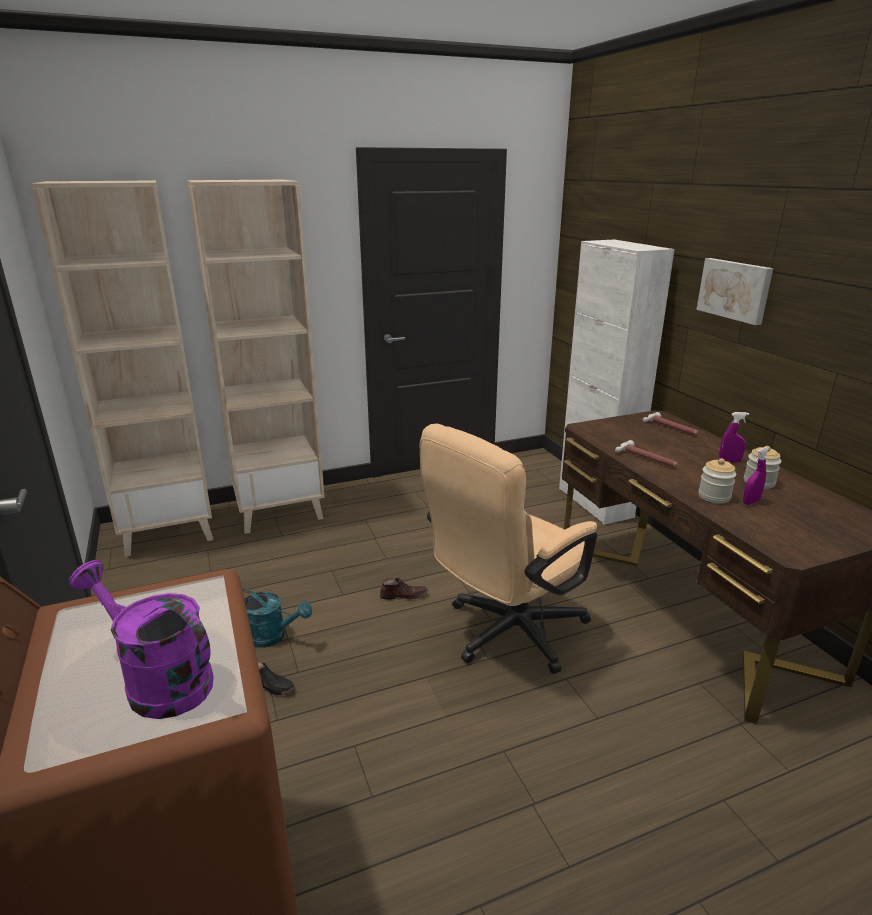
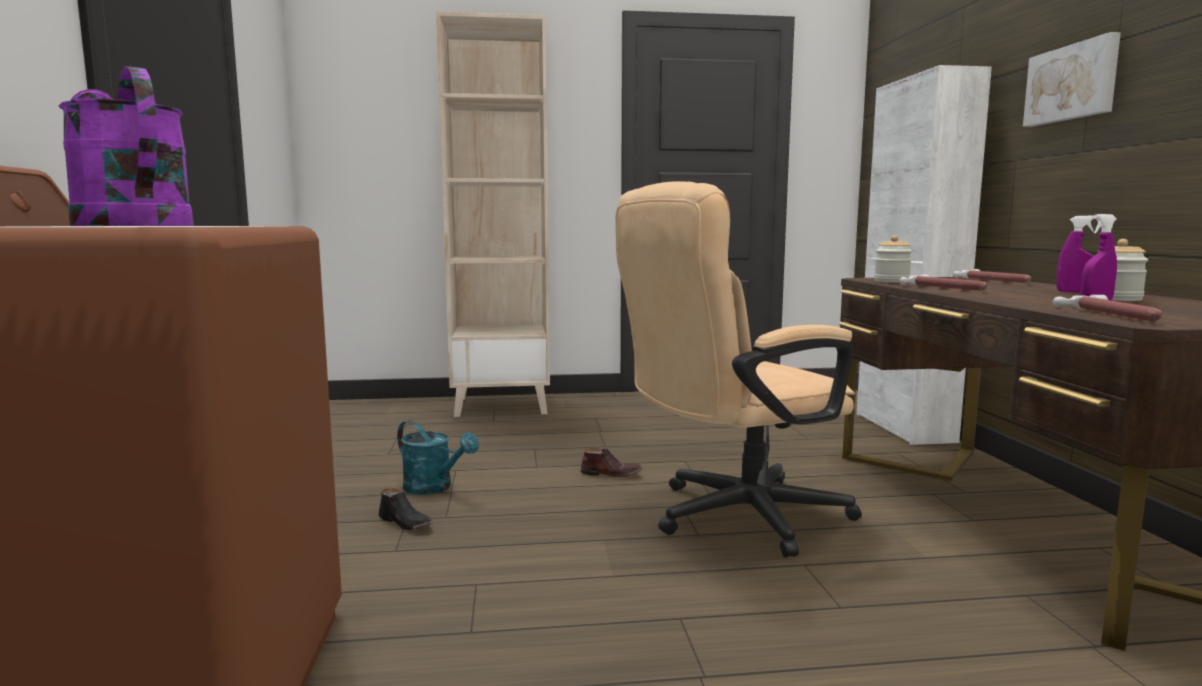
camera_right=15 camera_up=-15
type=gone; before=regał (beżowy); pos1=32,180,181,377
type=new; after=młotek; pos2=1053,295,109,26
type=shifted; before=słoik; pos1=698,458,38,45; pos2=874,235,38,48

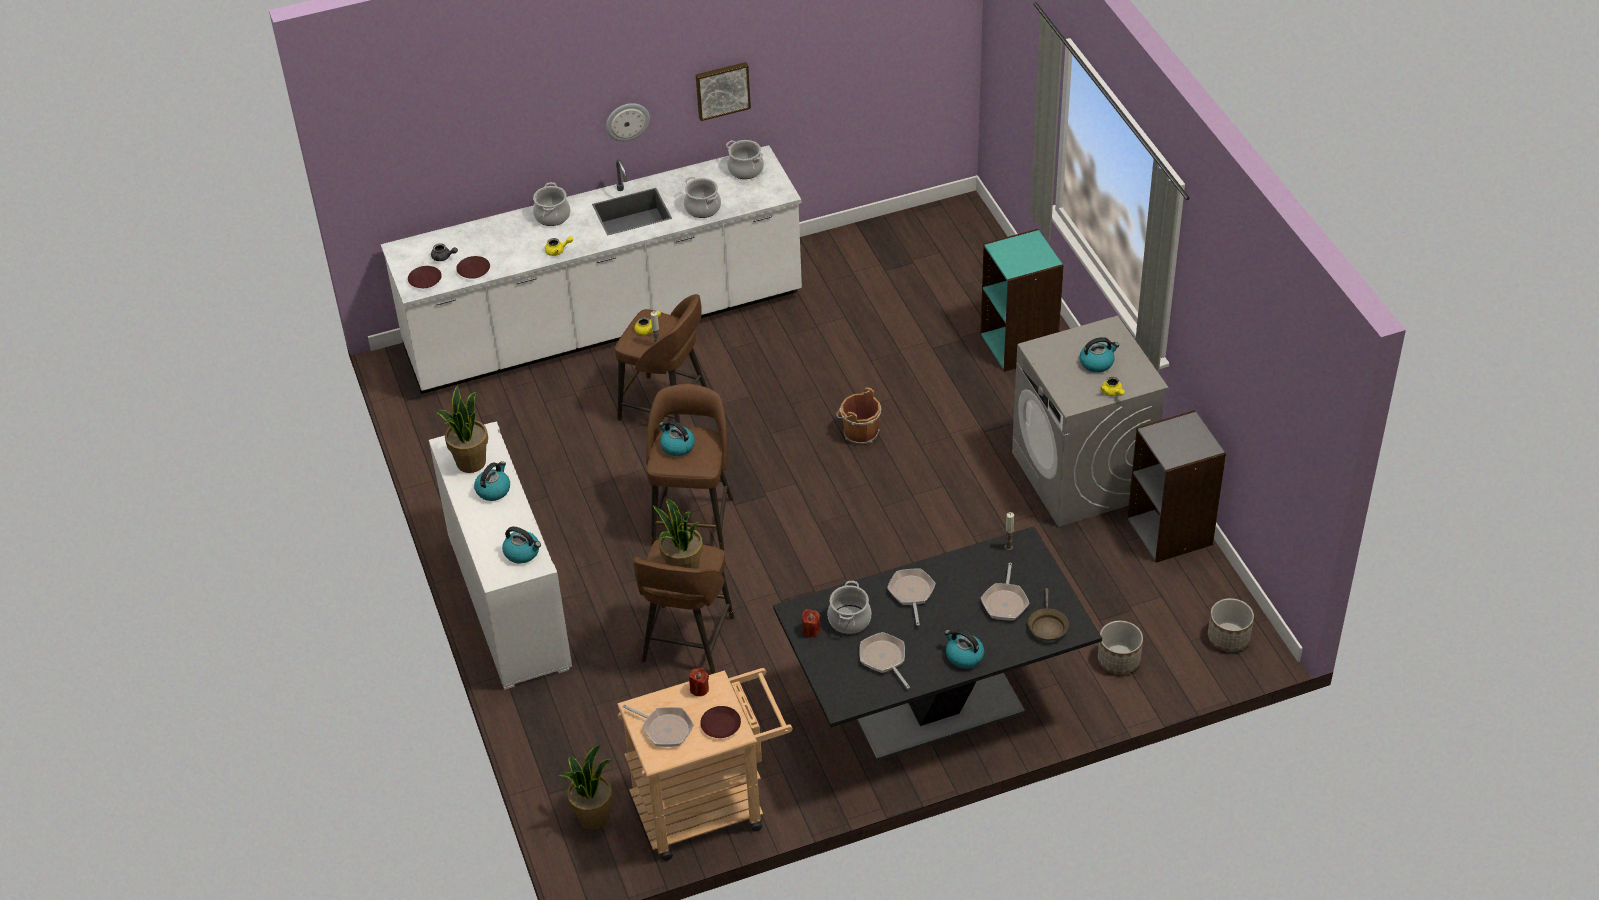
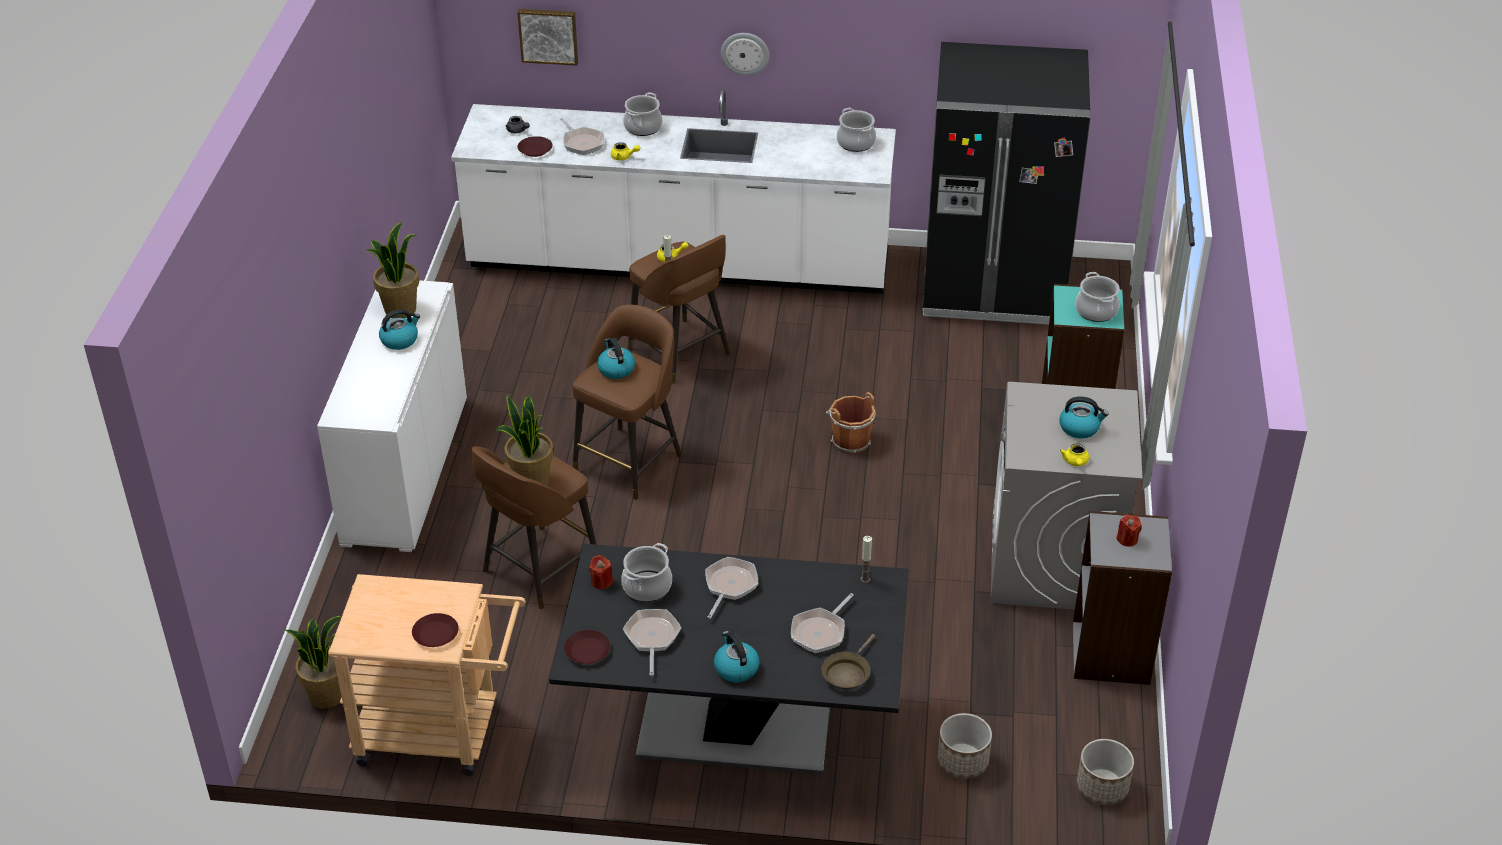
camera_right=25 camera_up=-5
type=gone; before=czajnik; pos1=502,527,39,36
type=new; after=lodówka (czarny); pos2=922,42,168,282
type=shifted; before=talerz (brązowy); pos1=408,266,34,22; pos2=564,630,46,34
type=shifted; before=patelnia; pos1=622,705,72,42; pos2=560,118,44,37
type=shifted; before=garnek; pos1=684,177,37,41; pos2=1075,272,45,50
type=shifted; before=świeca (czerwony); pos1=689,668,20,28; pos2=1116,515,26,32
type=shifted; before=obraz; pos1=696,62,55,59; pos2=517,9,61,57

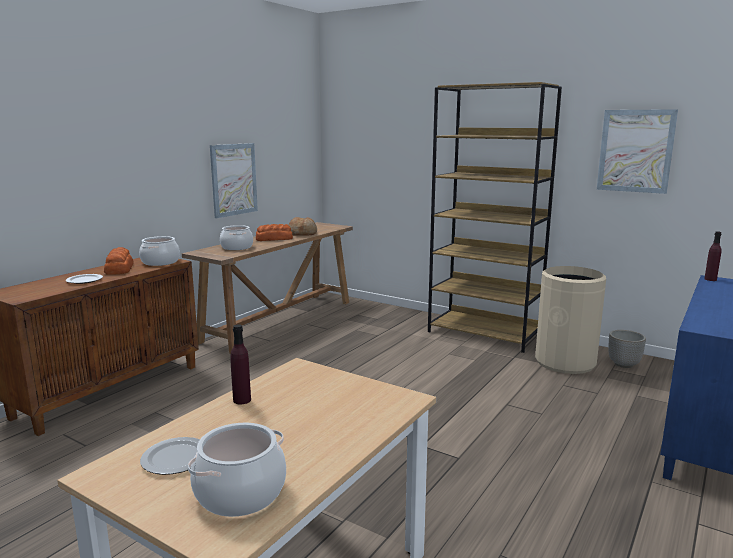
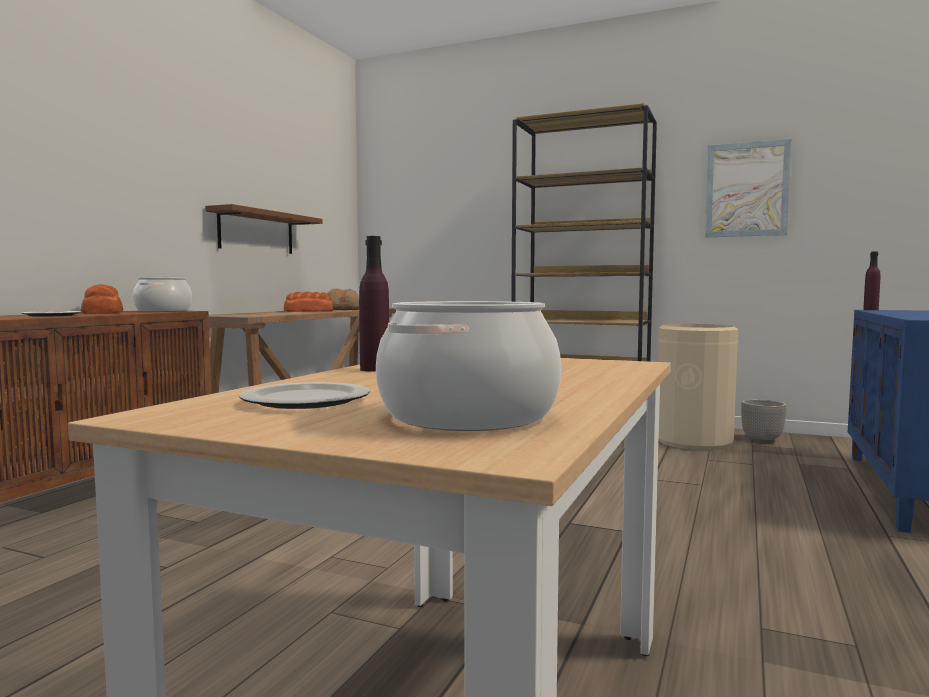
camera_right=-10 camera_up=-10
type=gone; before=garnek; pos1=220,225,33,25
type=swapped; before=obraz; after=półka (brązowy); pos1=210,143,48,75; pos2=205,204,117,50

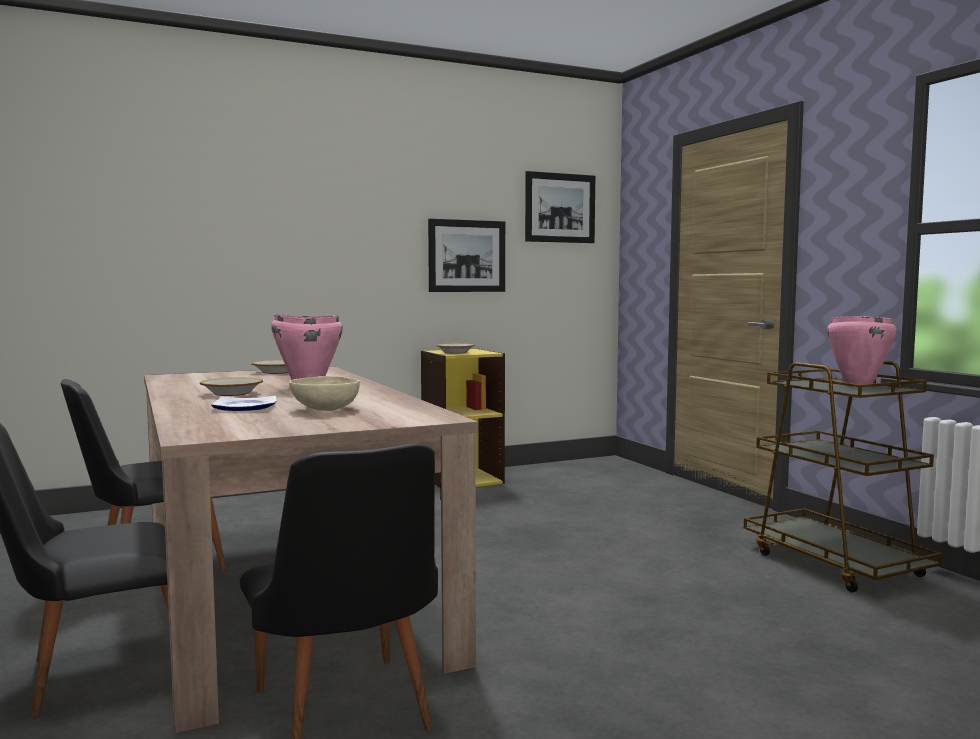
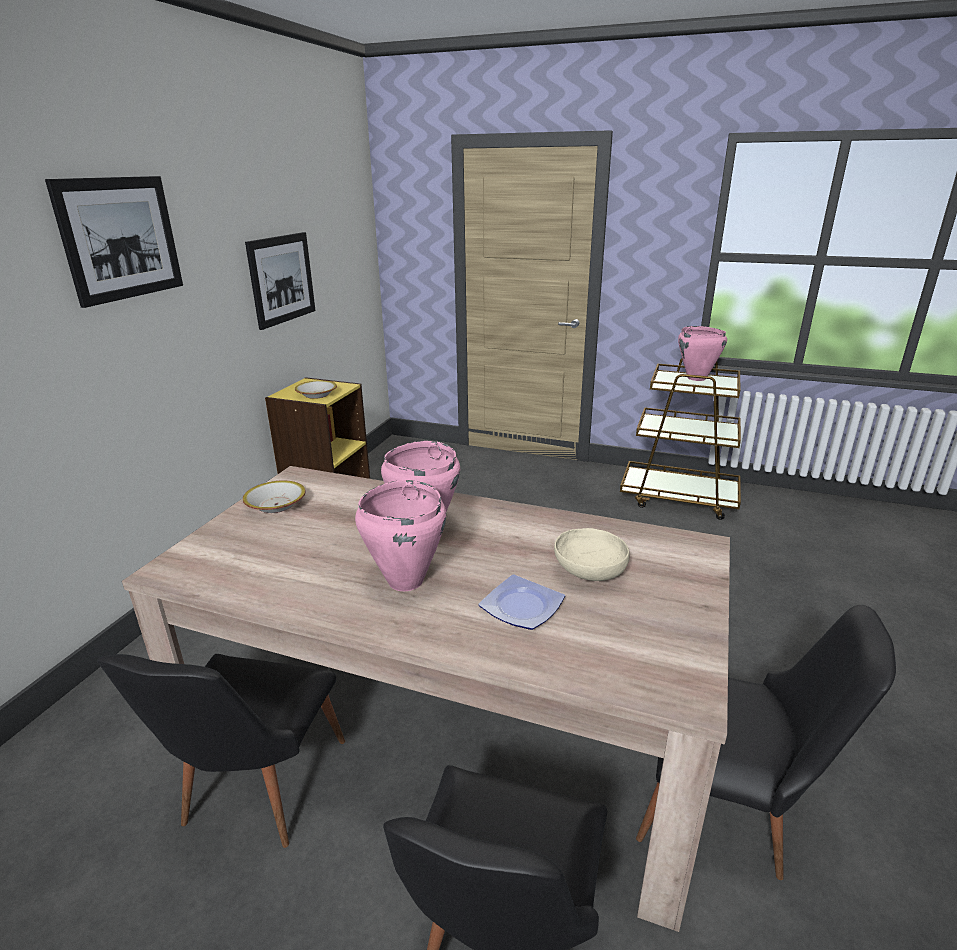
camera_right=-45 camera_up=20
type=shifted; before=obraz; pos1=525,171,70,72; pos2=45,176,138,132
type=swapped; before=miska; after=garnek (różowy); pos1=200,378,63,18; pos2=355,480,91,111

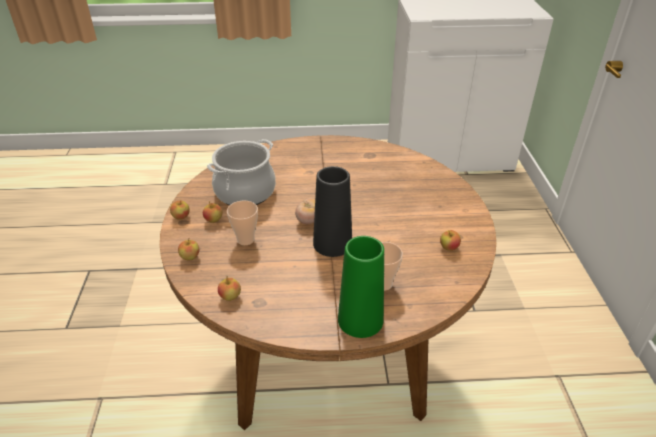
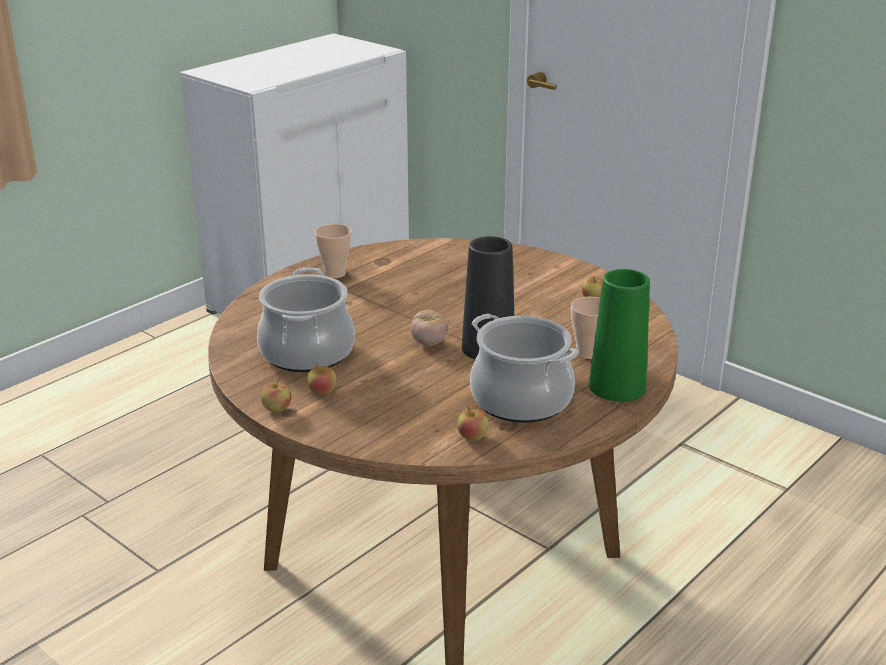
camera_right=-45 camera_up=-10
type=gone; before=jabłko; pos1=178,238,21,23
type=new; after=garnek; pos2=470,314,109,109
type=shifted; before=filiżanka; pos1=227,200,31,45; pos2=315,224,37,55

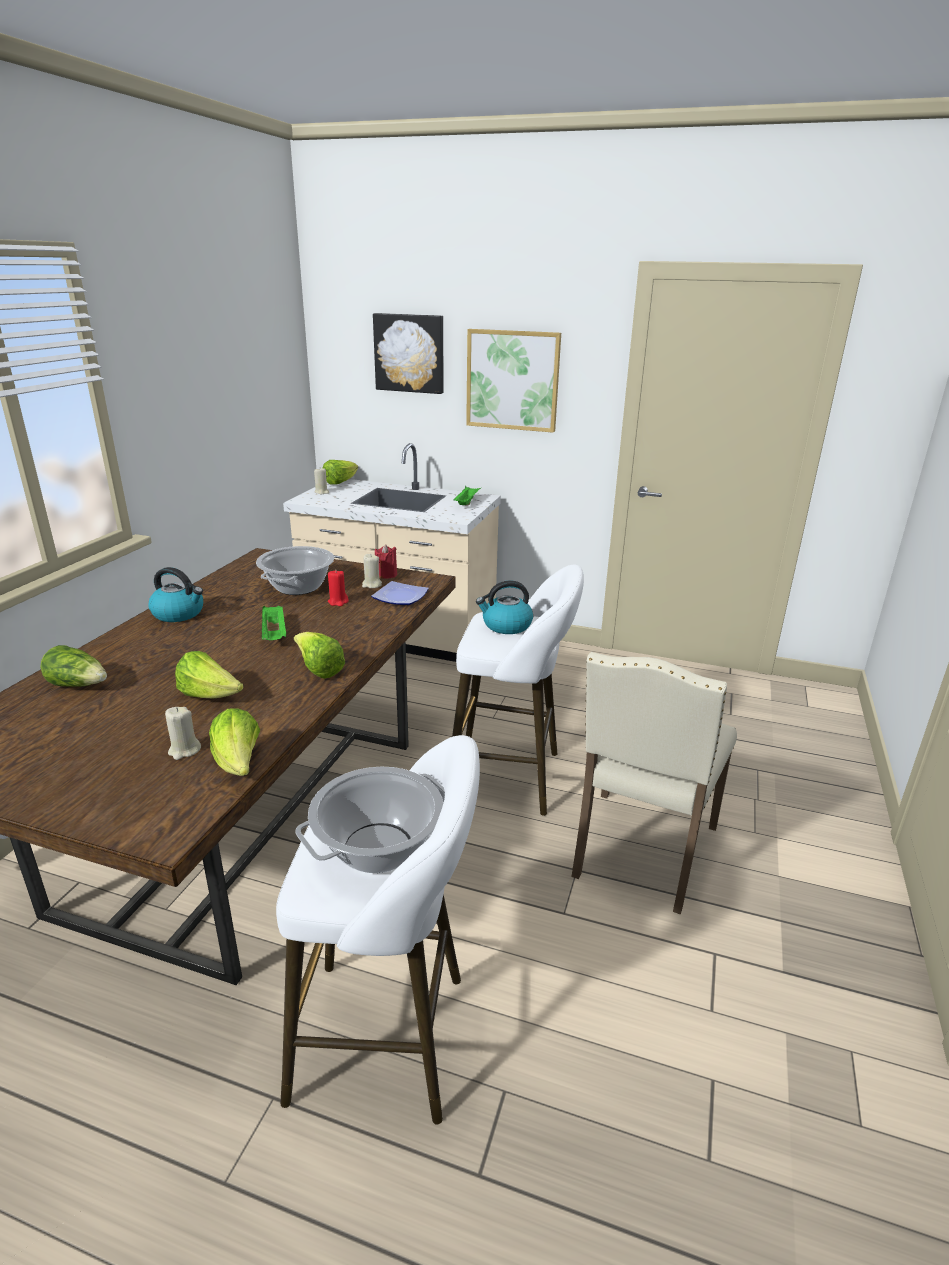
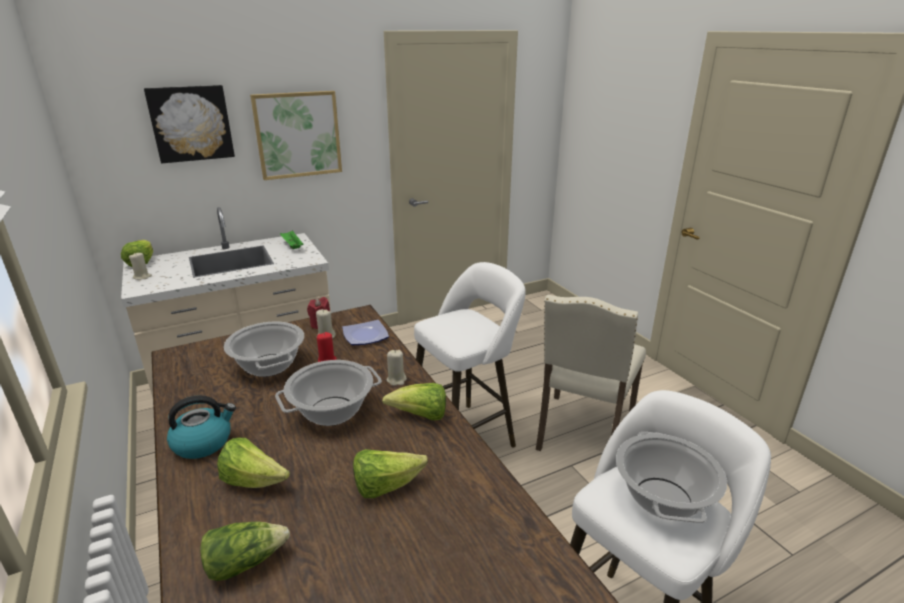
camera_right=-45 camera_up=0
type=gone; before=czajnik; pos1=476,580,57,54
type=shifted; before=świeca (beżowy); pos1=165,707,36,53; pos2=387,350,20,36
type=shifted; before=sałata; pos1=209,709,51,67; pos2=217,438,73,50
type=swapped; before=taca (zielony); after=garnek; pos1=262,606,25,34; pos2=275,360,107,66
type=rotated; before=krzesło (beżowy); pos1=571,652,166,263; pos2=536,295,110,156; turn=45

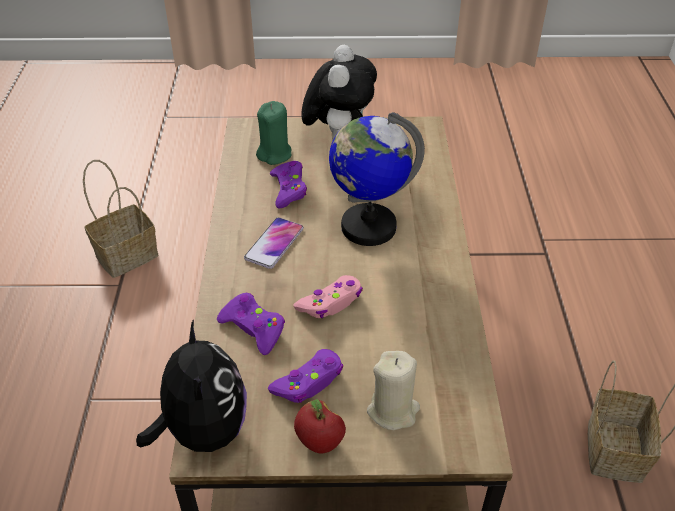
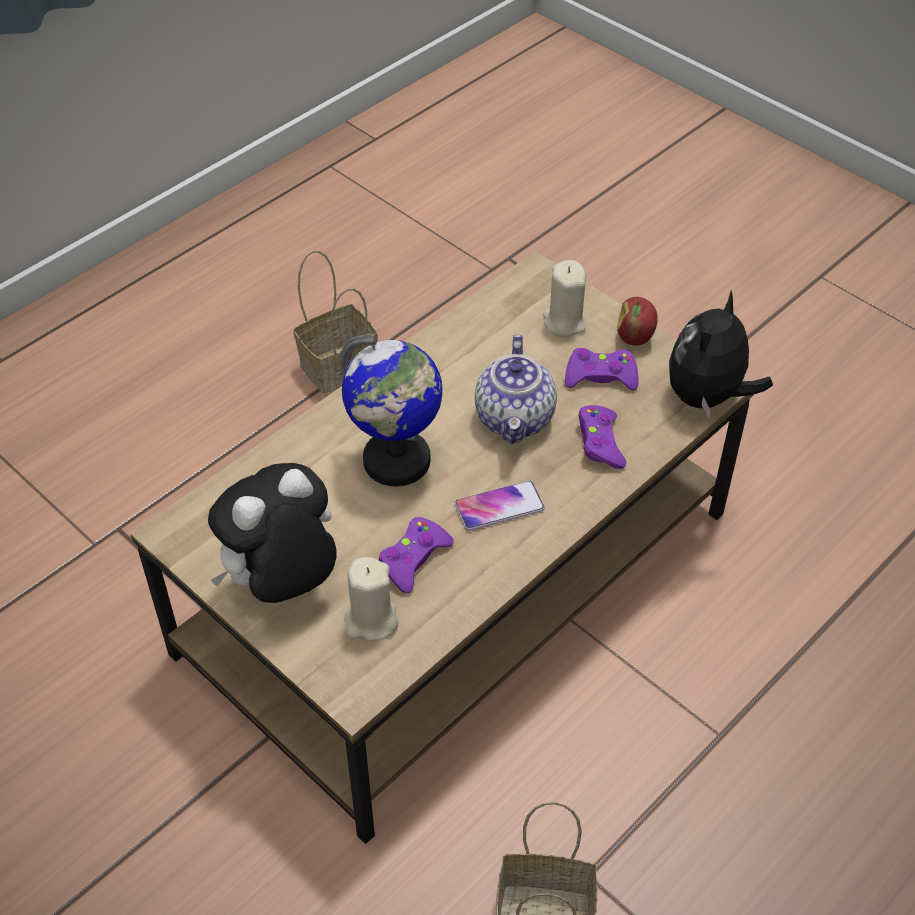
camera_right=-135 camera_up=5
type=swapped; before=pad do gier (różowy); after=imbryk; pos1=293,275,70,43; pos2=475,335,82,109
type=repainted; before=świeca (zielony); after=świeca (beżowy); pos1=256,101,36,64; pos2=344,557,54,84

